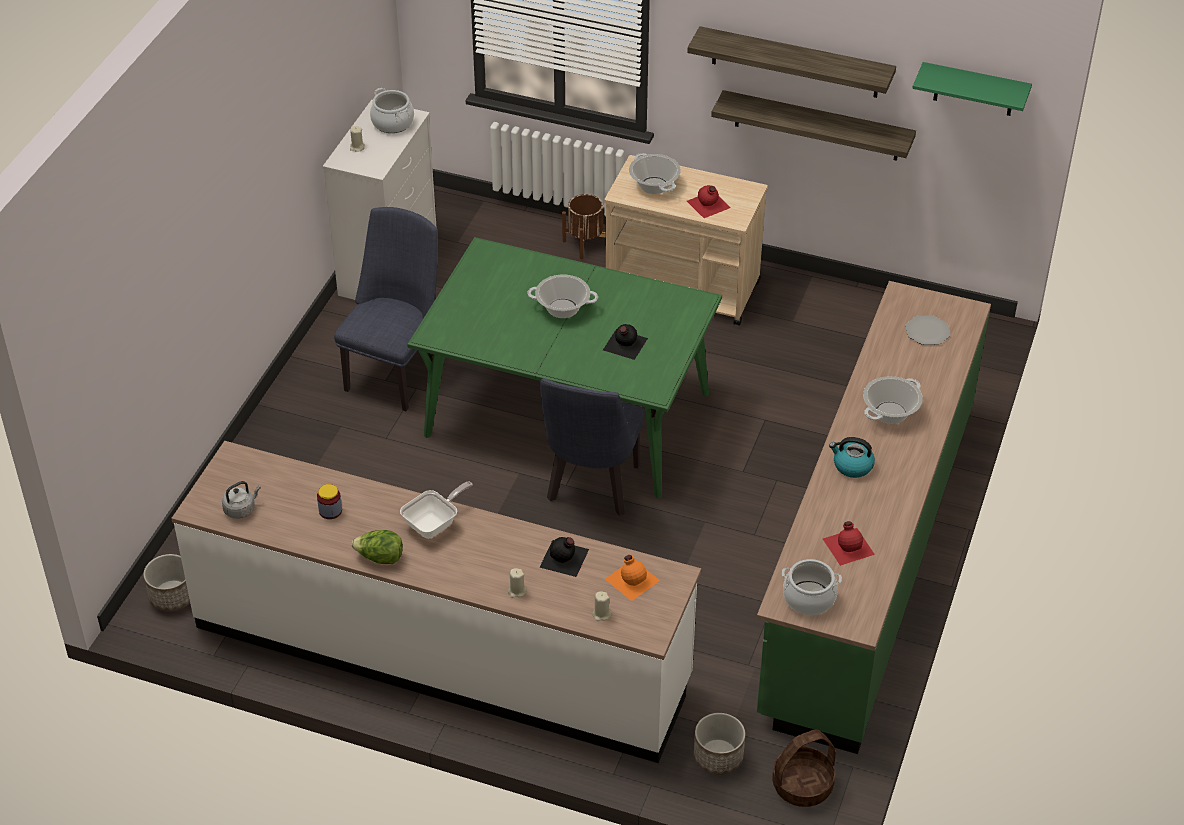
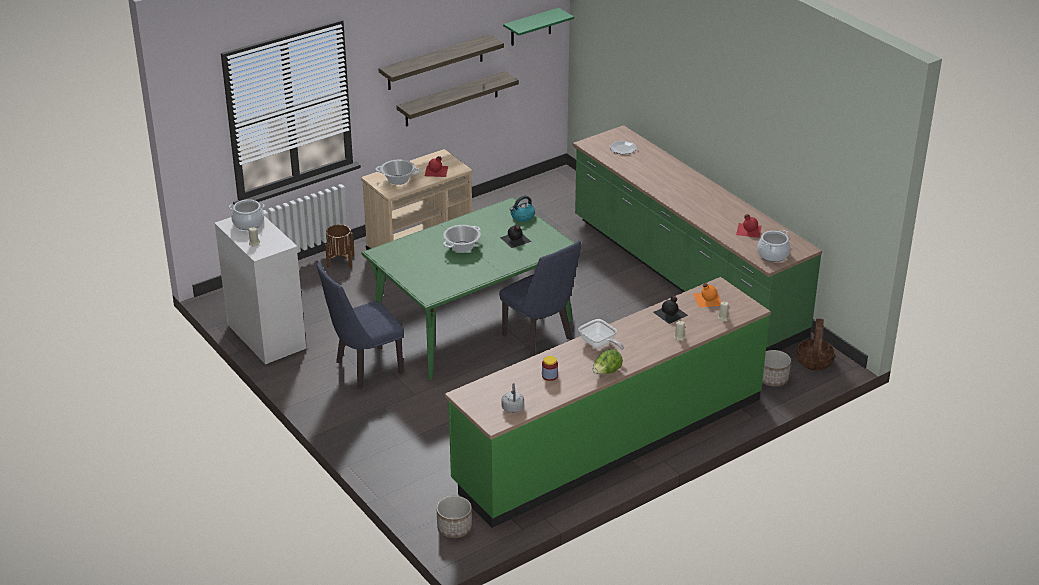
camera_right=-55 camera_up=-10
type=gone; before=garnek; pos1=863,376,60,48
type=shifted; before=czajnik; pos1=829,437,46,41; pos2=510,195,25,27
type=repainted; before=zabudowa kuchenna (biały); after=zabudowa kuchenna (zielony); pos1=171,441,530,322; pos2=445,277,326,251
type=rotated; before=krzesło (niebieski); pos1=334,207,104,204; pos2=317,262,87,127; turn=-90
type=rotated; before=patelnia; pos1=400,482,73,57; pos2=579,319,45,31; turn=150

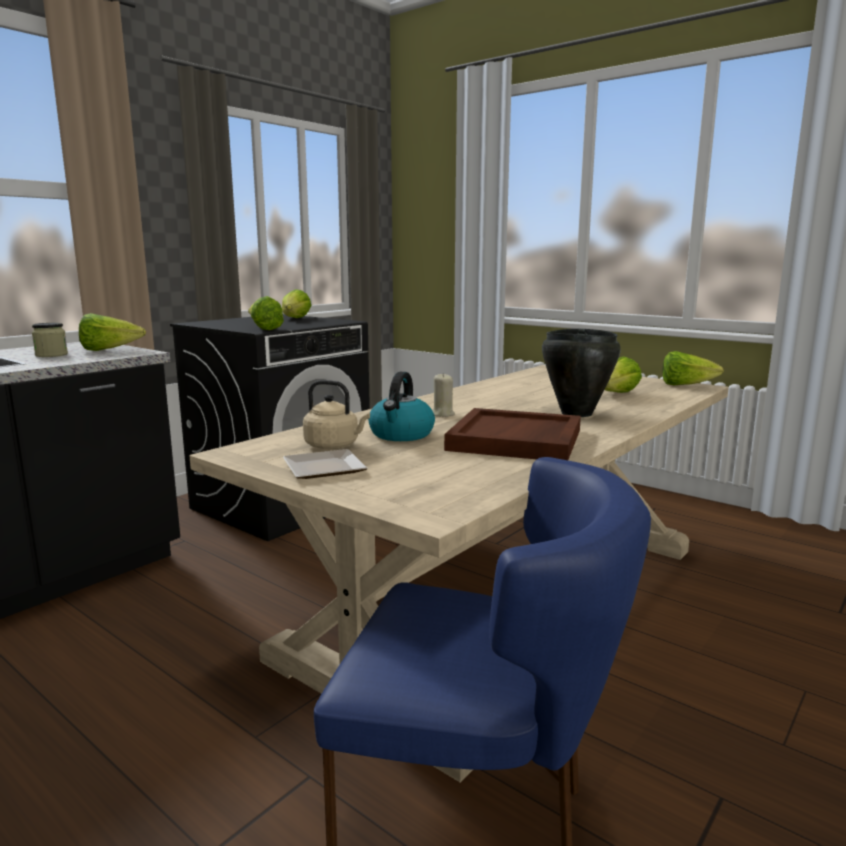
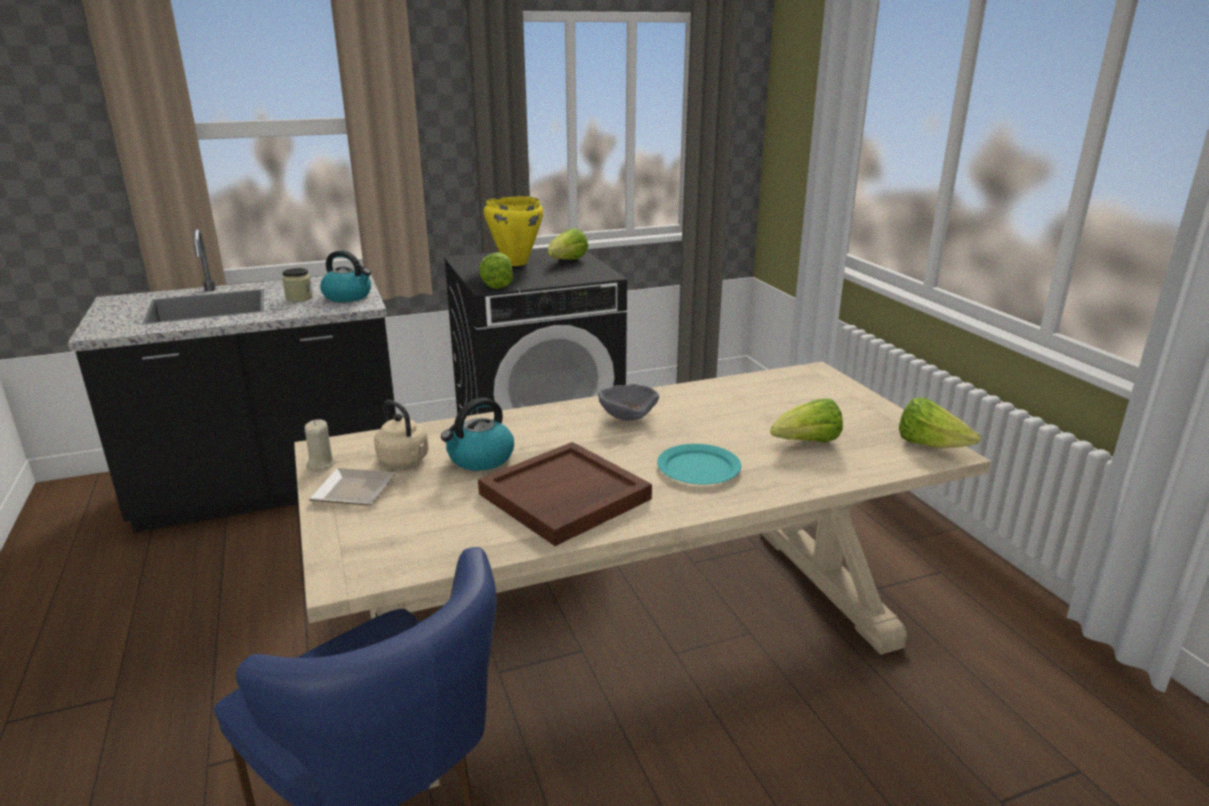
camera_right=30 camera_up=10
type=new; after=garnek (żółty); pos2=484,196,59,70
type=new; after=miska (szary); pos2=598,384,61,37
type=shifted; before=świeca (beżowy); pos1=432,373,23,44; pos2=304,419,32,52
type=swapped; before=sałata; after=czajnik; pos1=79,313,67,38; pos2=320,250,51,52
type=swapped; before=garnek (czarny); after=talerz (turkusowy); pos1=542,328,79,89; pos2=657,444,84,40

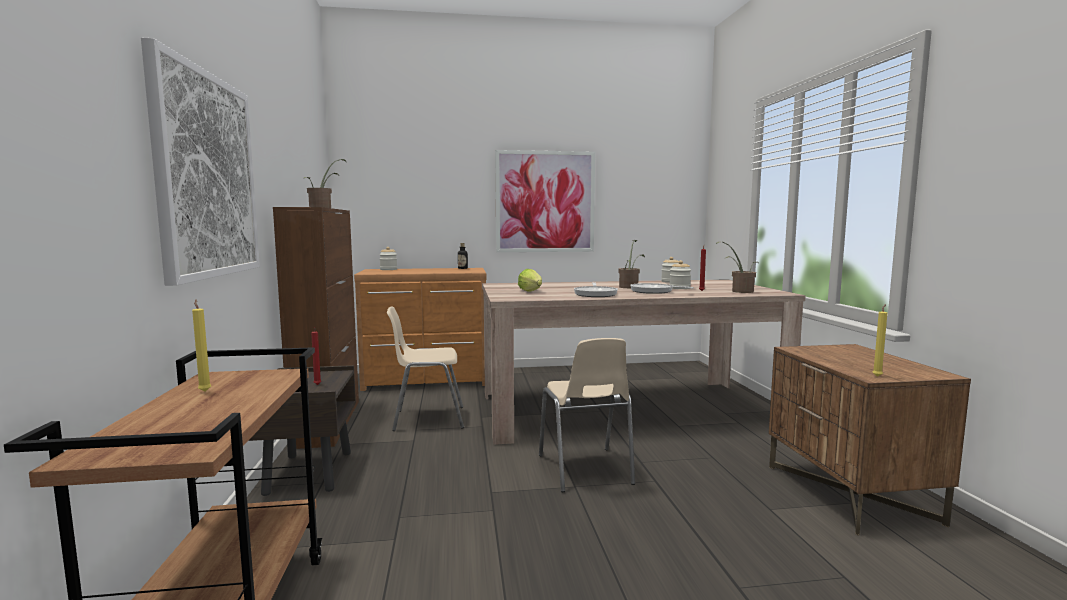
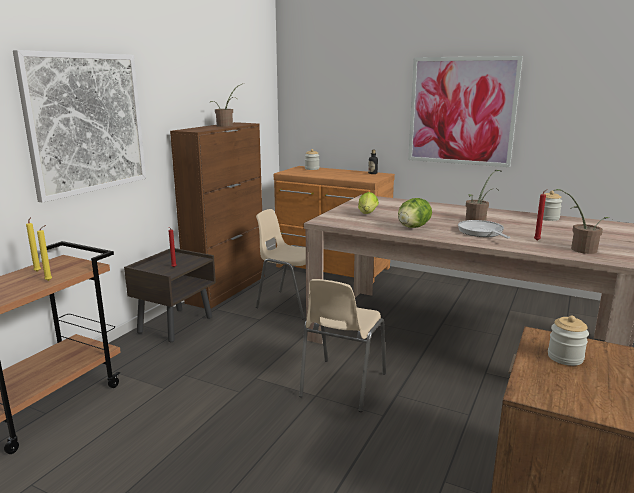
camera_right=35 camera_up=10
type=shifted; before=słoik; pos1=669,260,22,29; pos2=548,315,41,51
type=shifted; before=świeca (żółty); pos1=873,304,14,73; pos2=37,225,15,56
type=swapped; before=patelnia; after=sałata; pos1=574,282,44,15; pos2=398,198,34,30

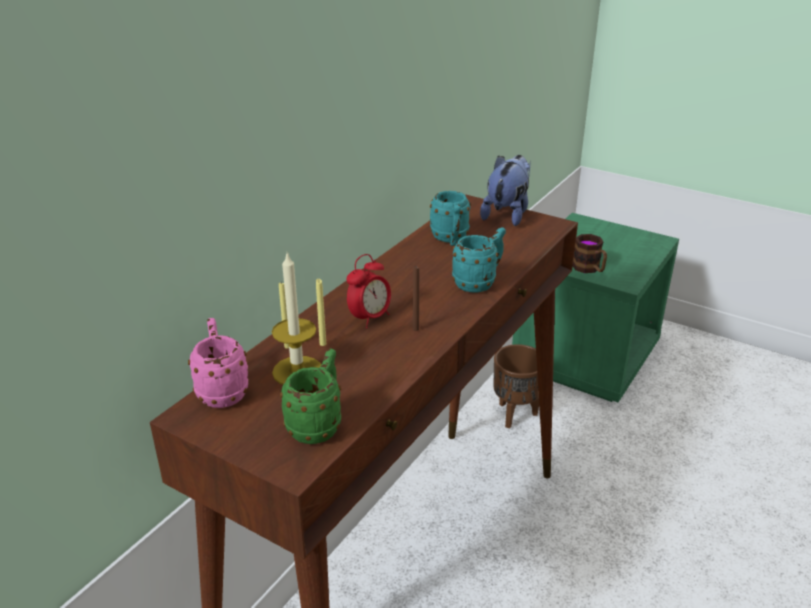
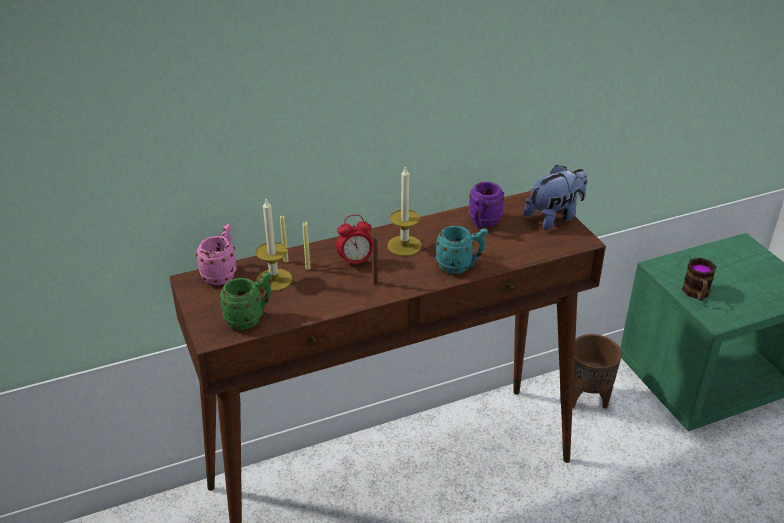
camera_right=35 camera_up=5
type=new; after=świeca; pos2=387,166,35,90
type=repainted; before=kubek (turkusowy); after=kubek (fioletowy); pos1=430,191,41,55; pos2=469,182,35,47

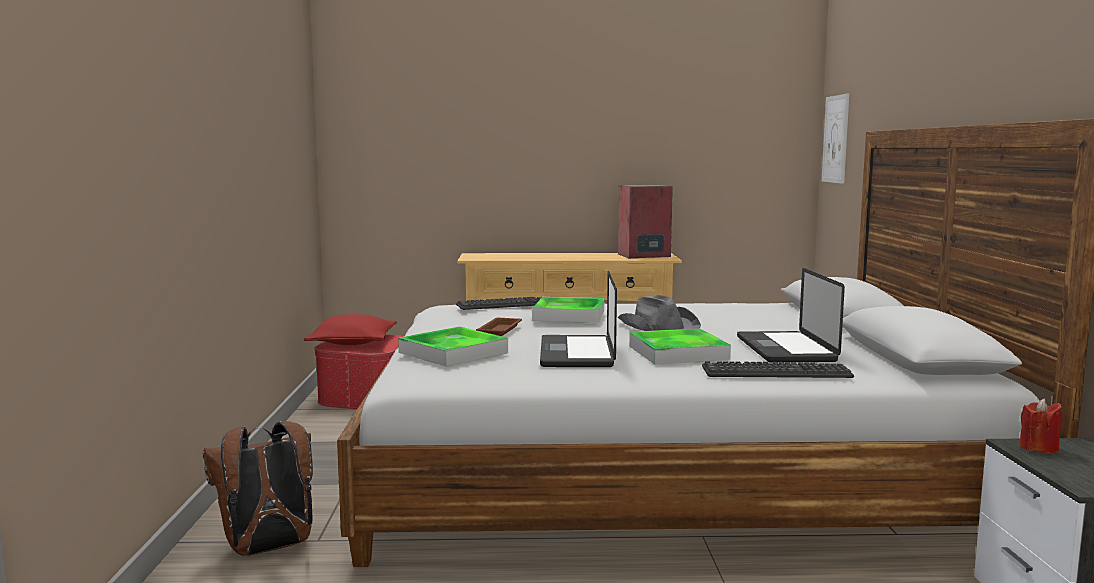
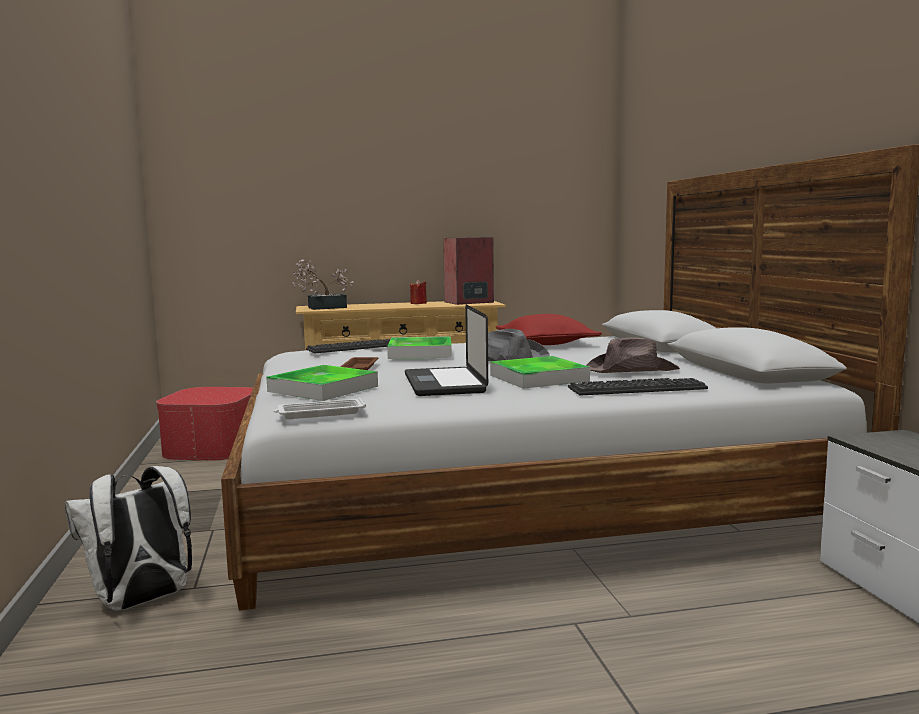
camera_right=-10 camera_up=0
type=gone; before=obraz; pos1=822,93,27,91
type=new; after=taca (biały); pos2=274,397,92,22
type=new; after=roślina doniczkowa; pos2=293,259,61,51
type=shifted; before=poduszka (czerwony); pos1=304,314,93,31; pos2=496,314,106,31
type=shifted; before=świeca (czerwony); pos1=1019,398,43,55; pos2=410,280,17,24
type=swapped; before=laptop; after=kapelusz (brązowy); pos1=737,268,108,95; pos2=586,337,94,36
type=repainted; before=plecak (brązowy); after=plecak (biały); pos1=202,421,111,135; pos2=65,466,127,145

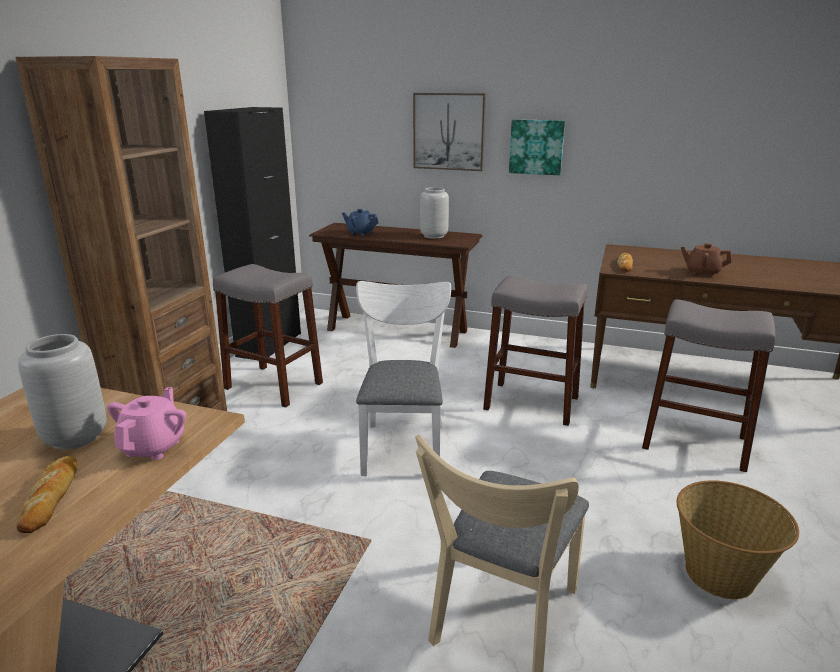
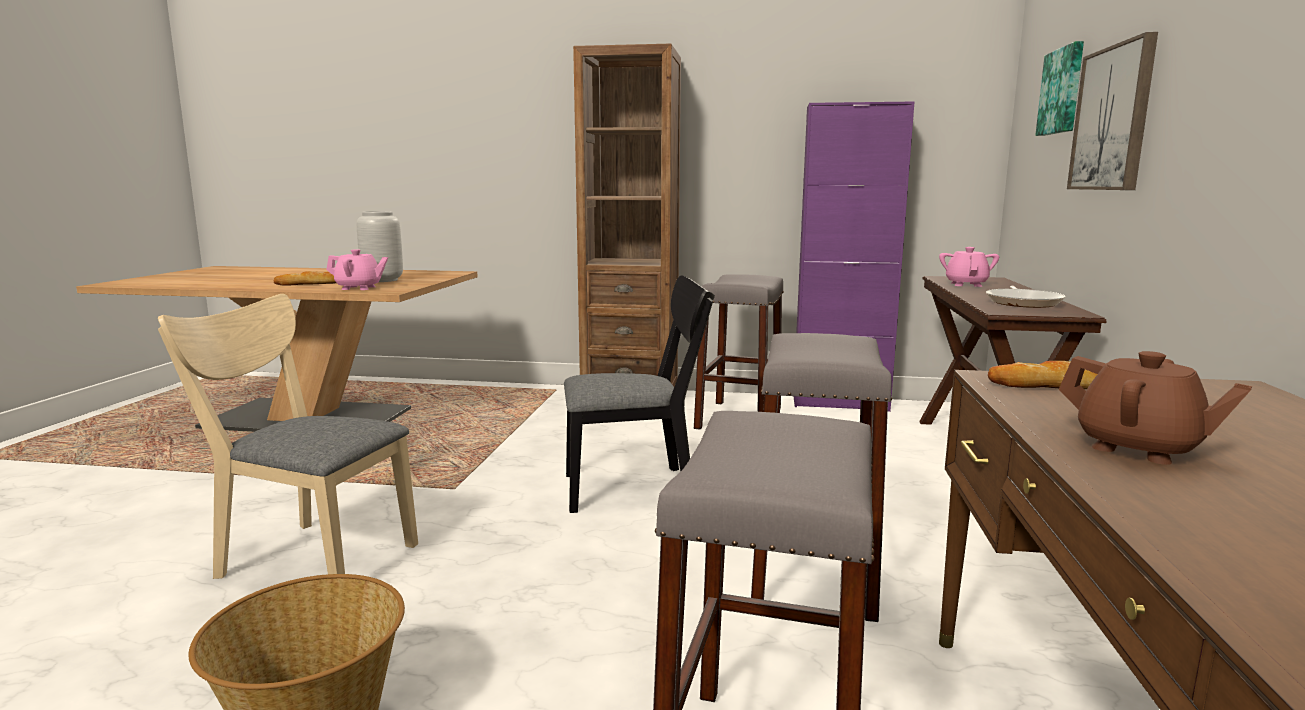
camera_right=80 camera_up=-10
type=shifted; before=obraz; pos1=509,119,56,56; pos2=1035,41,49,95
type=swapped; before=wazon (szary); after=patelnia; pos1=420,187,29,52; pos2=986,286,80,22
type=repainted; before=szafka (czarny); after=szafka (fioletowy); pos1=204,107,97,253; pos2=794,101,121,311
type=repainted; before=imbryk (niebieski); after=imbryk (różowy); pos1=342,209,36,27; pos2=939,247,60,40
type=repainted; before=krzesło (biały); after=krzesło (czarny); pos1=356,281,95,195; pos2=564,275,151,238
type=rotated; before=imbryk (brązowy); pos1=681,243,51,34; pos2=1059,351,193,114; turn=120

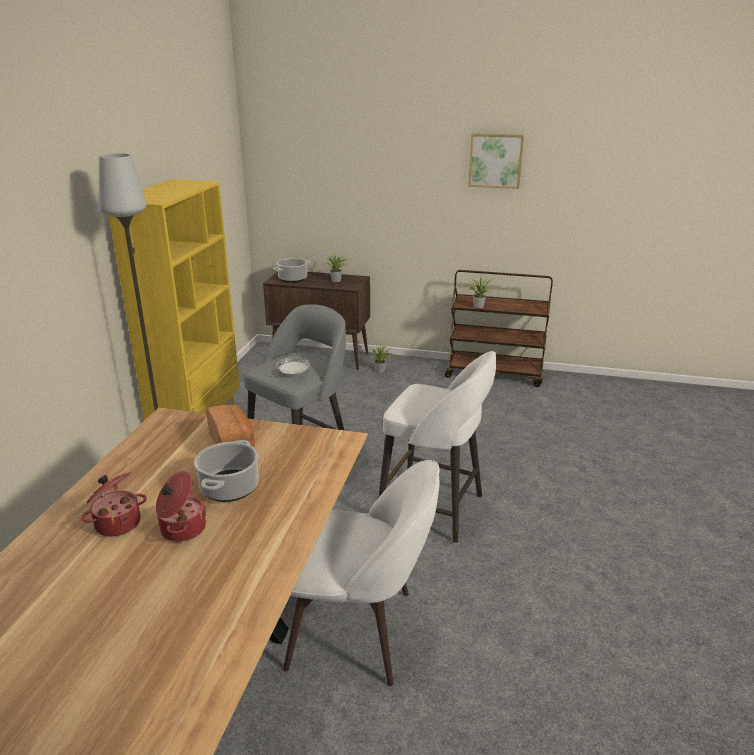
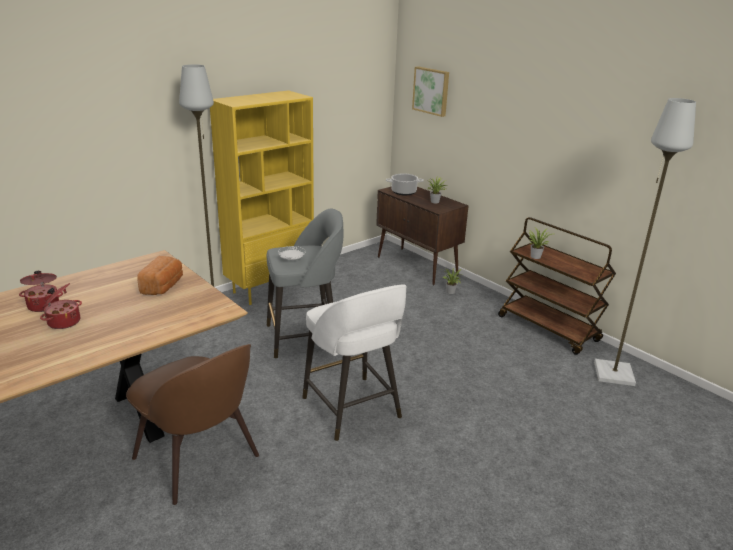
camera_right=35 camera_up=0
type=gone; before=garnek; pos1=194,440,65,62
type=new; after=lampa stojąca (szary); pos2=594,98,102,288
type=shifted; before=obraz; pos1=468,133,56,56; pos2=412,66,37,51
type=repainted; before=krzesło (biały); after=krzesło (brązowy); pos1=283,460,156,226; pos2=126,344,133,161

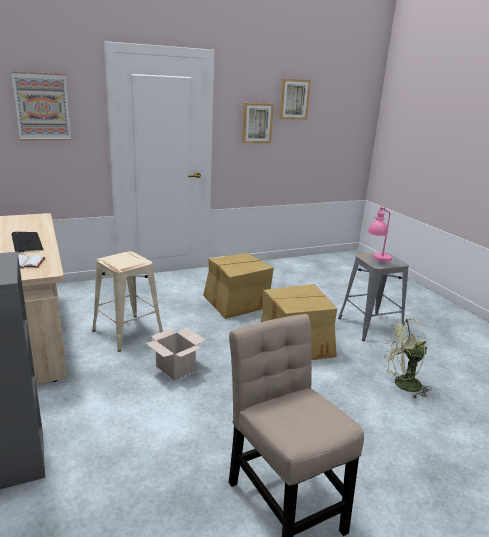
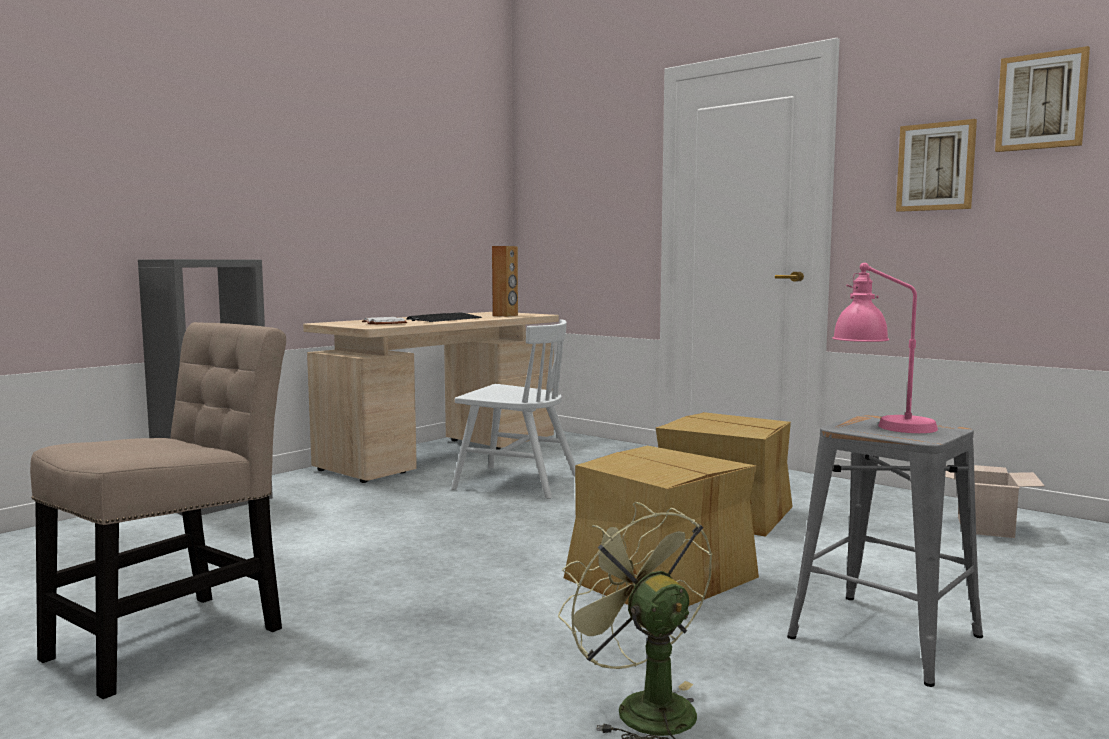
camera_right=65 camera_up=-15
type=gone; before=obraz; pos1=11,71,60,69
type=new; after=głośnik (brązowy); pos2=492,246,26,71
type=shifted; before=karton; pos1=145,328,60,53; pos2=945,465,100,73
type=swapped; before=stołek (beżowy); after=krzesło (biały); pos1=92,251,71,101; pos2=451,319,124,180

